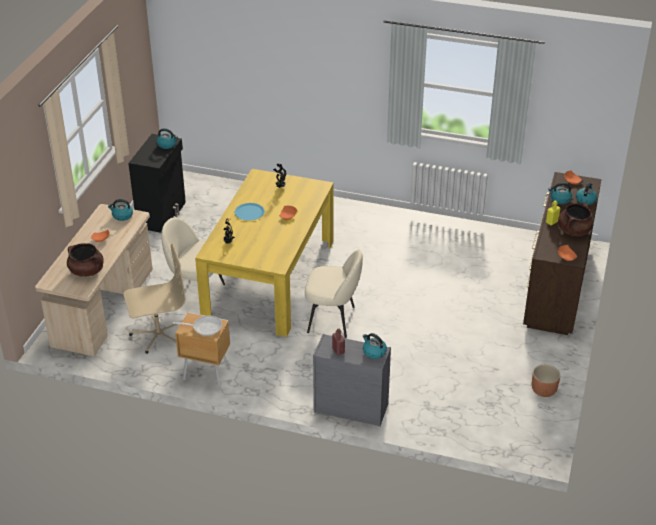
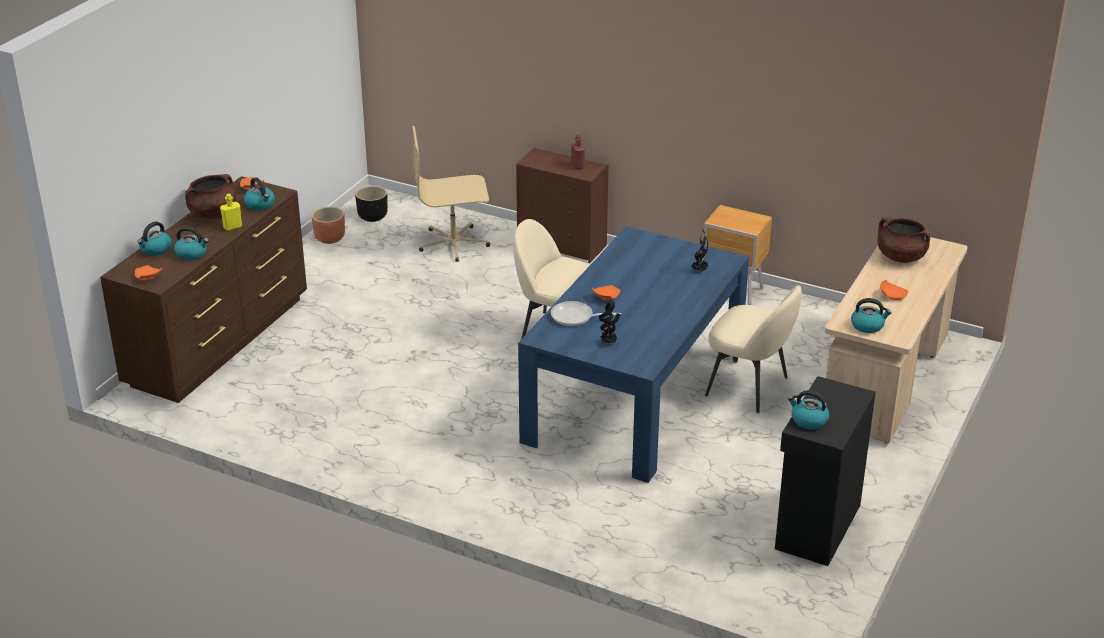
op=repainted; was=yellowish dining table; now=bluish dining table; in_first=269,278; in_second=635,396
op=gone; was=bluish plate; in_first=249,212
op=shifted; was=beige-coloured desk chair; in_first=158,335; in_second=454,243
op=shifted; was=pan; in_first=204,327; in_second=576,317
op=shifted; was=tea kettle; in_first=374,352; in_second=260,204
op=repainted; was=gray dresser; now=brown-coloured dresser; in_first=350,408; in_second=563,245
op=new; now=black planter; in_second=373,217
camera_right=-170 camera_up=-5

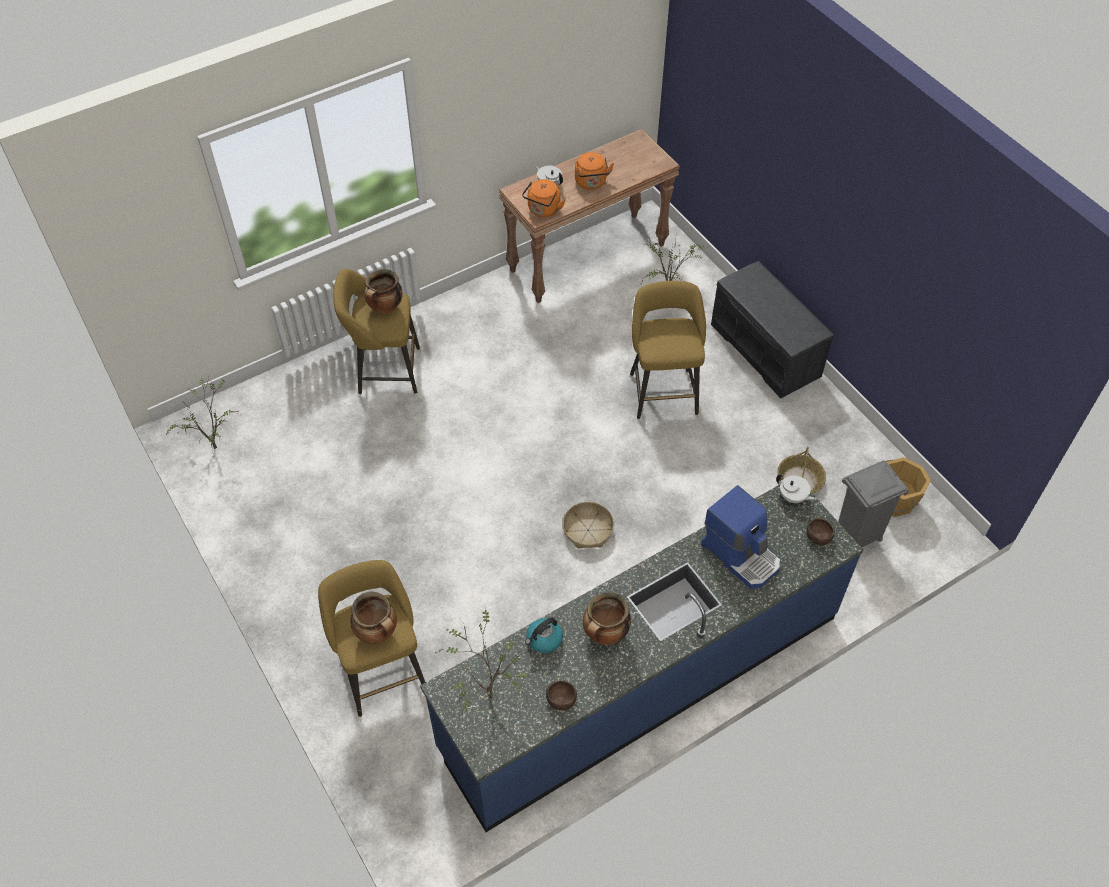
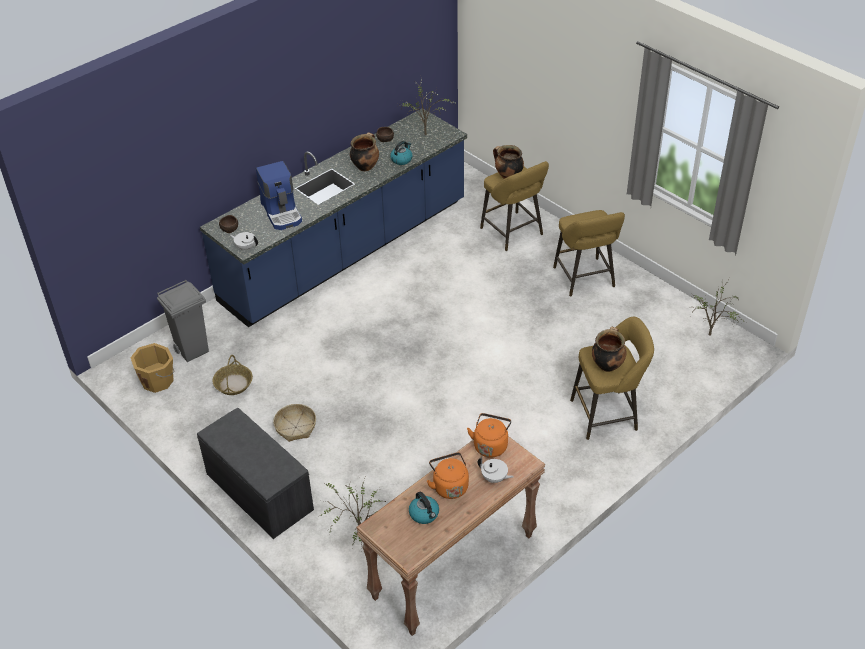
op=shifted; was=yellowish stool seat; in_first=662,390; in_second=585,279
op=rotated; was=coffee brewer; in_first=741,554; in_second=282,213; clockwise=-150
op=shifted; was=storage basket; in_first=588,530; in_second=295,427
op=new; now=tea kettle; in_second=424,514
camera_right=170 camera_up=-10

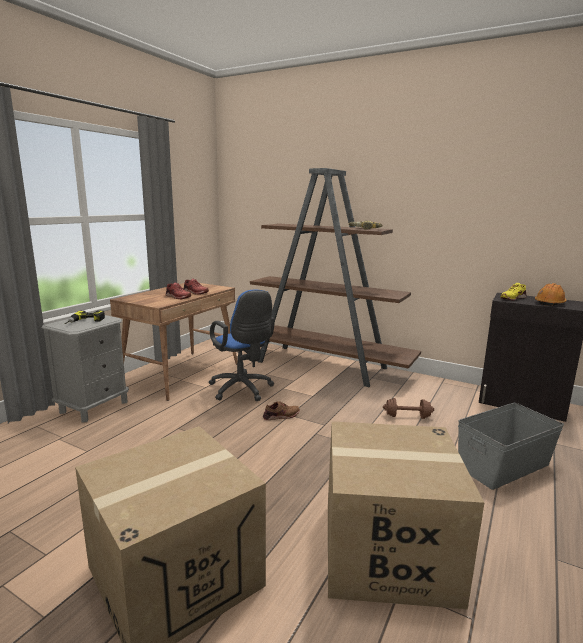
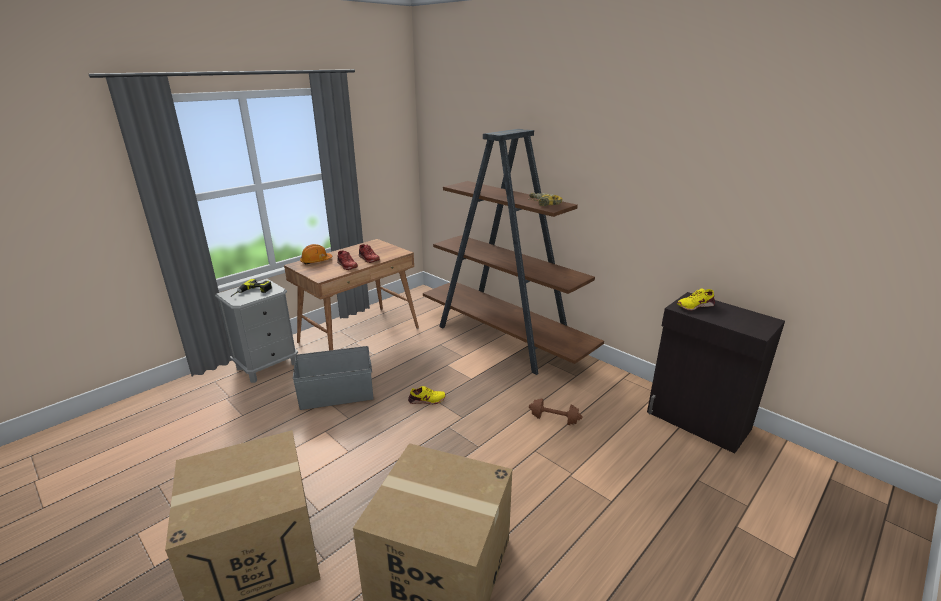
op=shifted; was=orangey safety helmet; in_first=550,303; in_second=316,261
op=gone; was=bluish desk chair; in_first=242,390
op=repainted; was=brown-coloured low shoe; now=yellowish low shoe; in_first=281,416; in_second=427,400
op=shifted; was=gray storage container; in_first=504,466; in_second=337,395
camera_right=15 camera_up=10

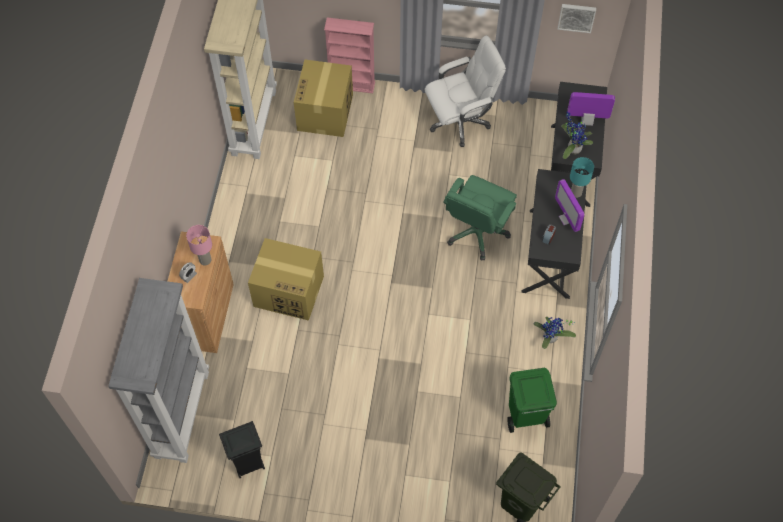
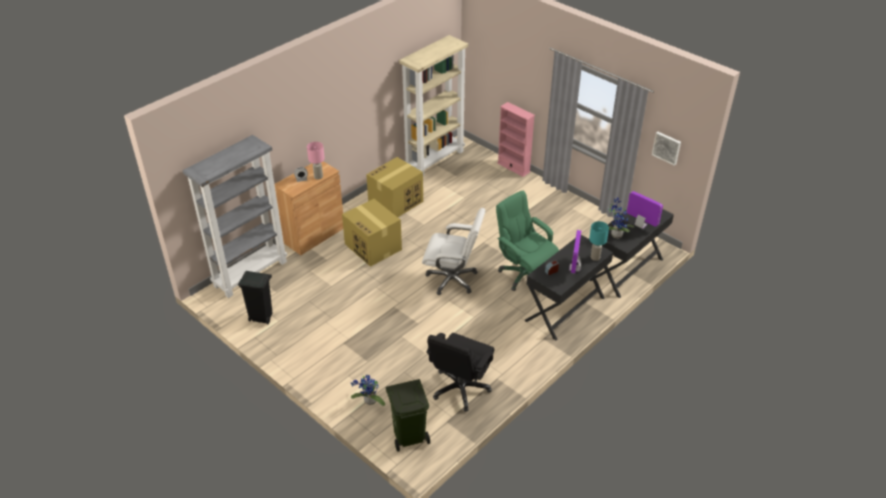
op=shifted; was=whitish desk chair; in_first=460,121; in_second=452,279
op=shifted; was=carton; in_first=325,113; in_second=395,203
op=rotated; was=greenish desk chair; in_first=477,232; in_second=524,274; clockwise=75
op=shifted; was=plant in a pot; in_first=550,339; in_second=369,401
op=swapped; was=greenish rubbish bin; now=black desk chair; in_first=525,416; in_second=460,388
camera_right=35 camera_up=-20

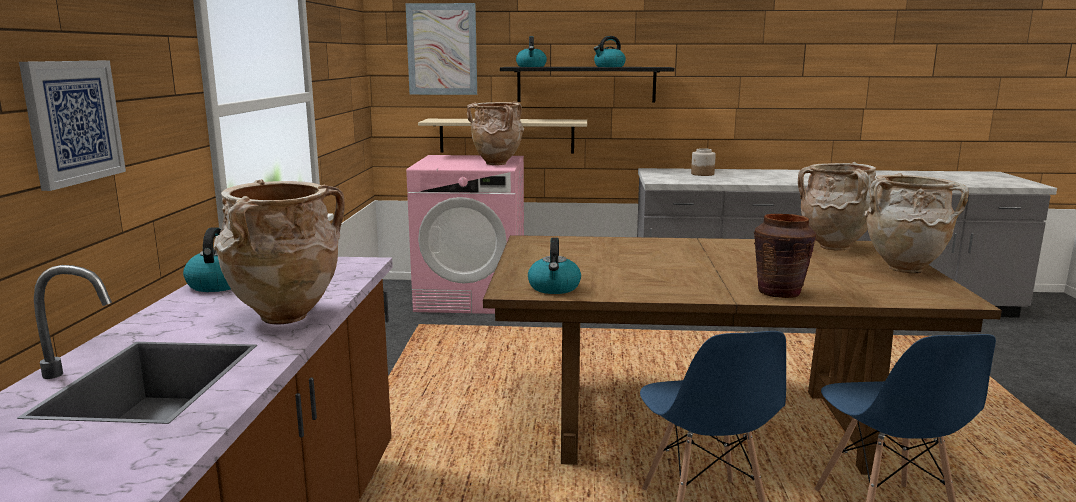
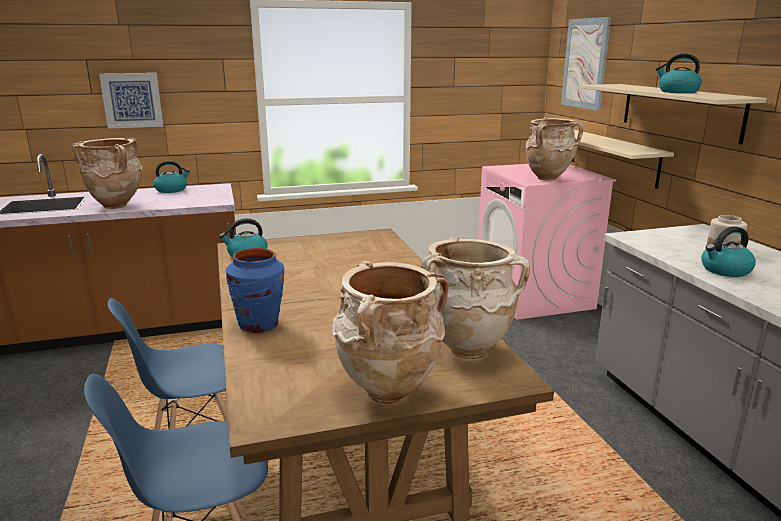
op=shifted; was=tea kettle; in_first=531,66; in_second=725,270
op=repainted; was=black shelf; now=beige-coloured shelf; in_first=586,84; in_second=679,111
op=repainted; was=brown-coloured vase; now=bluish vase; in_first=779,293; in_second=259,325
camera_right=70 camera_up=5

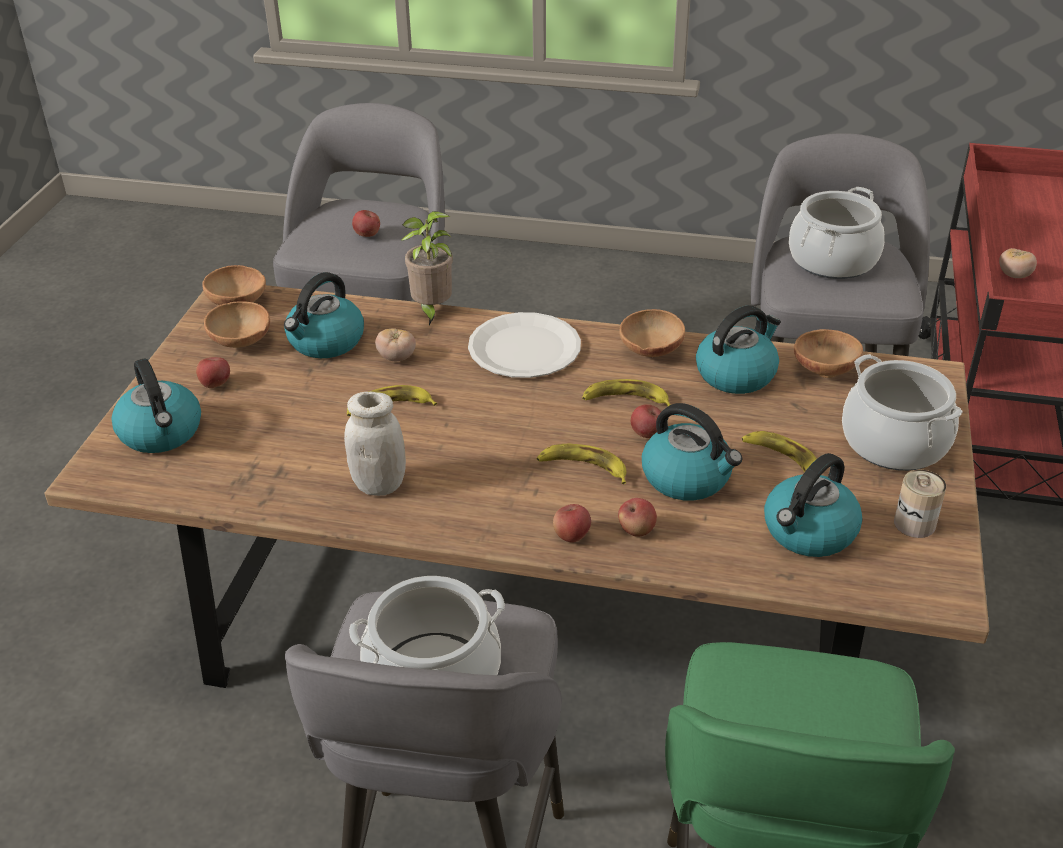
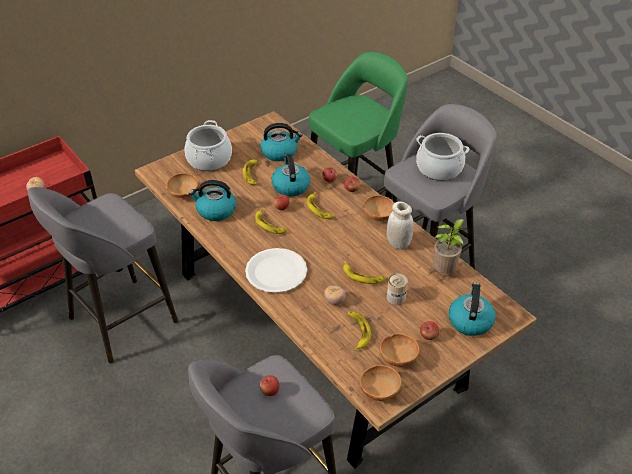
op=gone; was=saucepot; in_first=832,260
op=shifted; was=plant in a pot; in_first=431,311; in_second=445,271
op=swapped; was=tea kettle; now=banana fruit; in_first=325,342; in_second=357,331
op=shifted; was=brown-coloured bowl; in_first=649,351; in_second=379,216
op=shifted; was=sealed can; in_first=914,524; in_second=396,298
camera_right=-140 camera_up=5

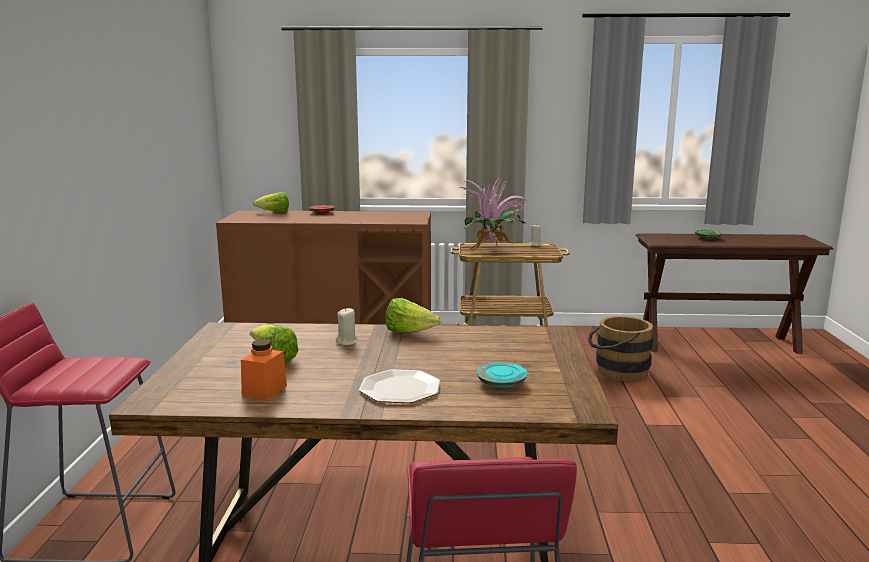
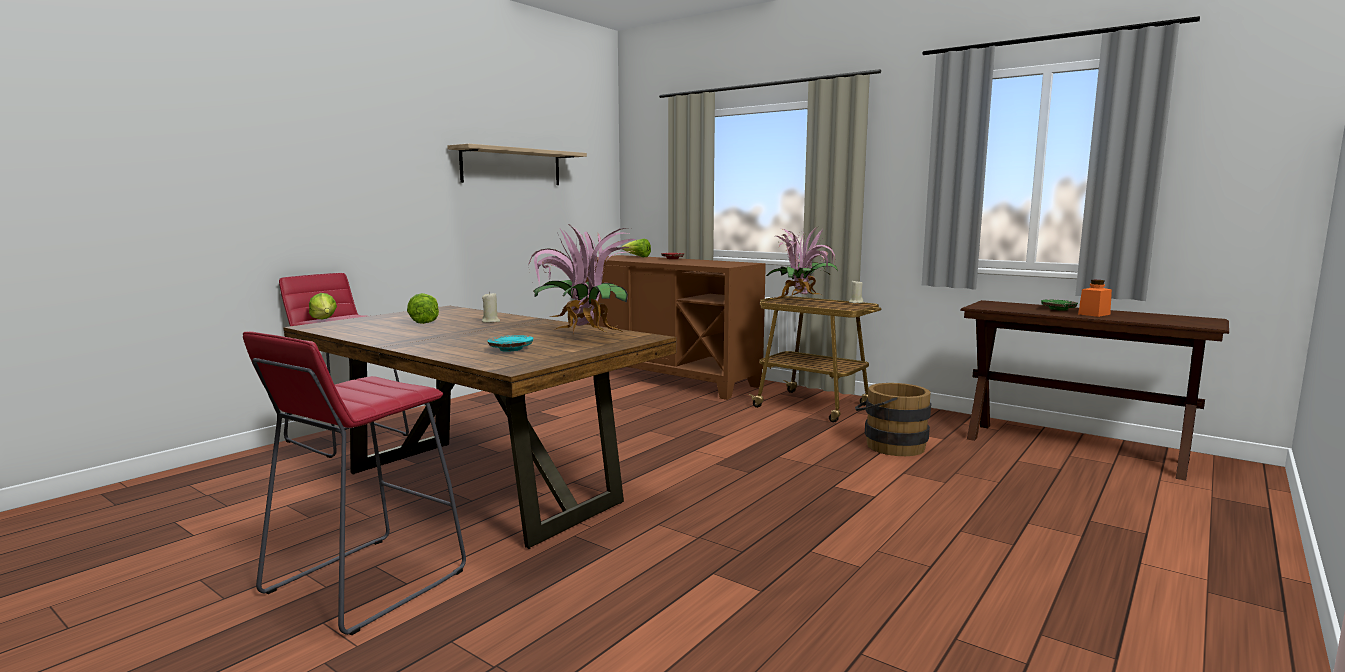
op=shifted; was=head of lettuce; in_first=409,332; in_second=324,320
op=shifted; was=orangey storage jar; in_first=264,390; in_second=1094,314
op=gone; was=plate; in_first=400,388
op=new; now=shelf; in_second=512,167
op=new; now=plant in a pot; in_second=583,337
camera_right=35 camera_up=-5

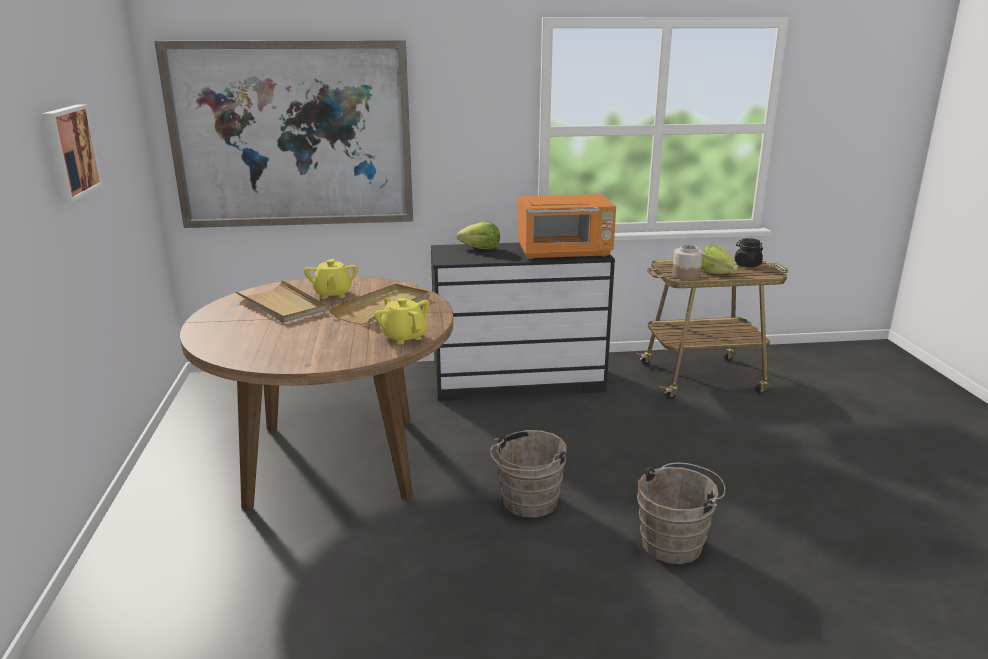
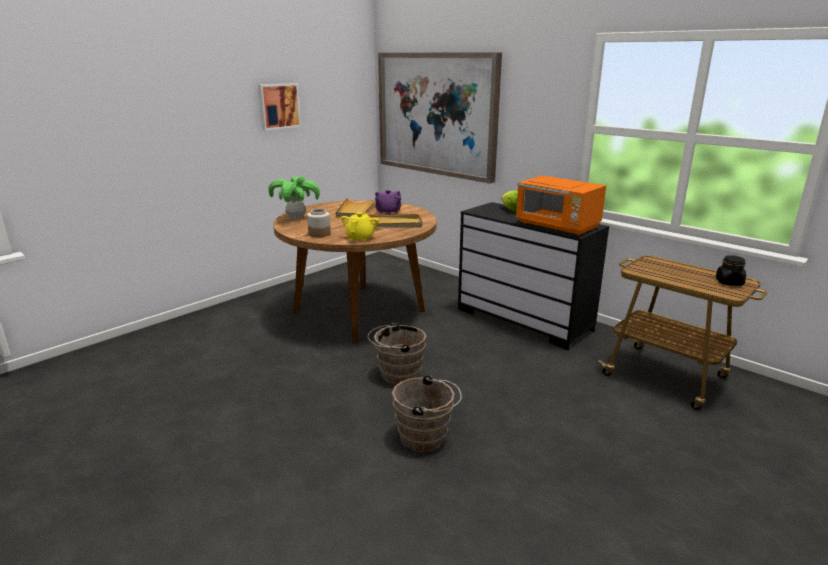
op=shifted; was=storage jar; in_first=686,275; in_second=319,234
op=gone; was=head of lettuce; in_first=715,273
op=repainted; was=yellowish pot for tea; now=purplish pot for tea; in_first=333,294; in_second=388,212
op=new; now=plant in a pot; in_second=296,218
camera_right=50 camera_up=0

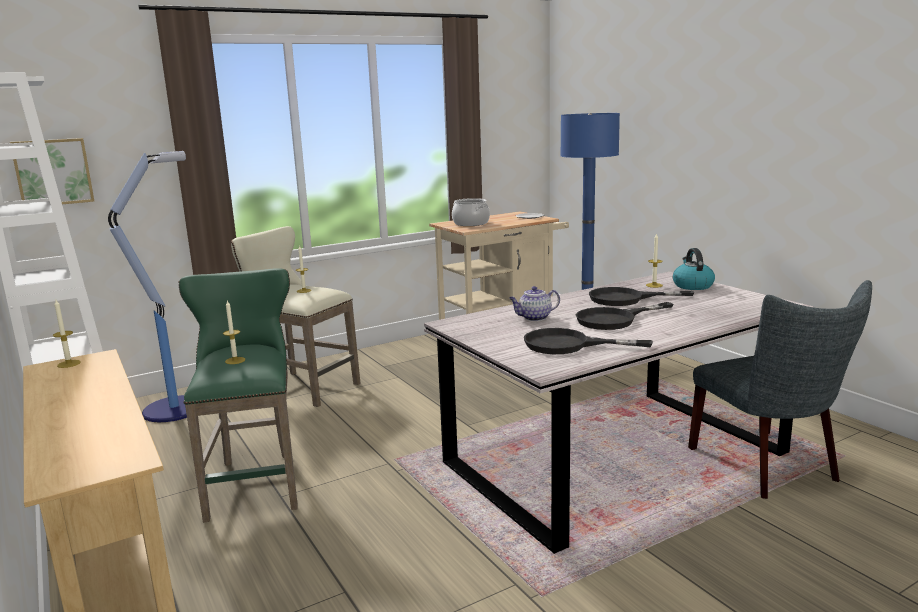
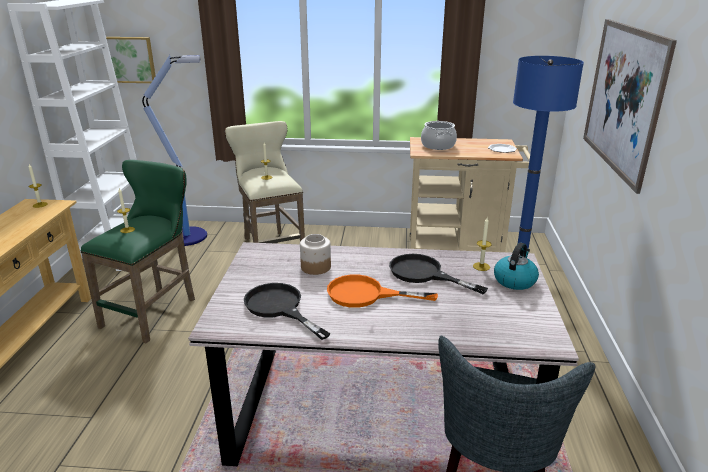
op=swapped; was=pot for tea; now=storage jar; in_first=534,318; in_second=315,267
op=repainted; was=black pan; now=orangey pan; in_first=614,319; in_second=365,294
op=new; now=wall art; in_second=622,98
camera_right=35 camera_up=10

